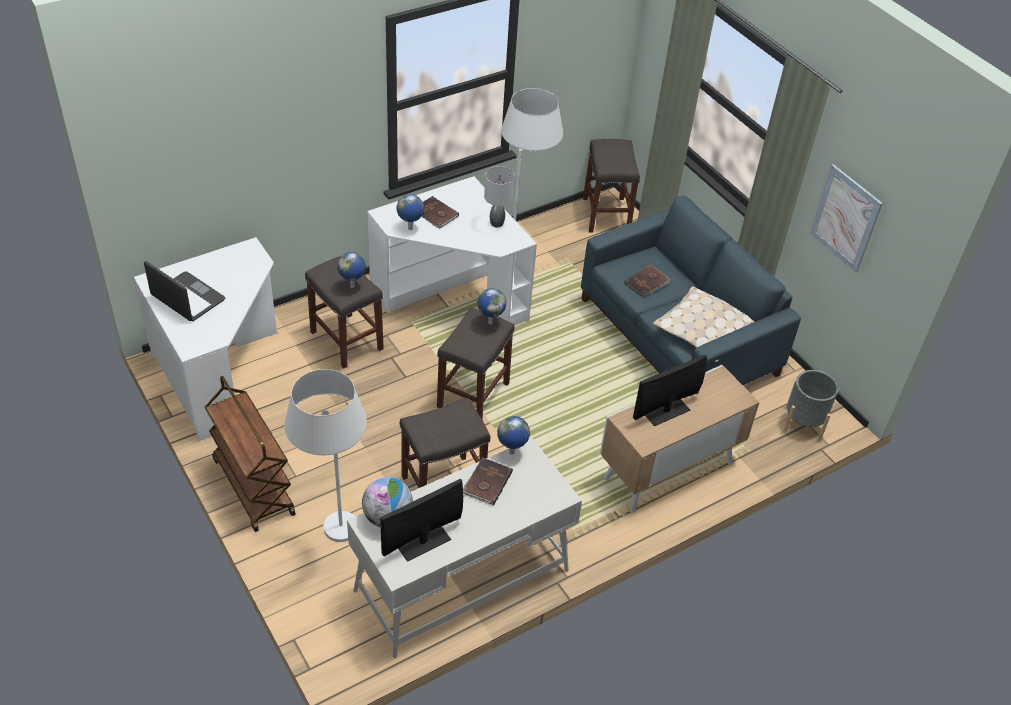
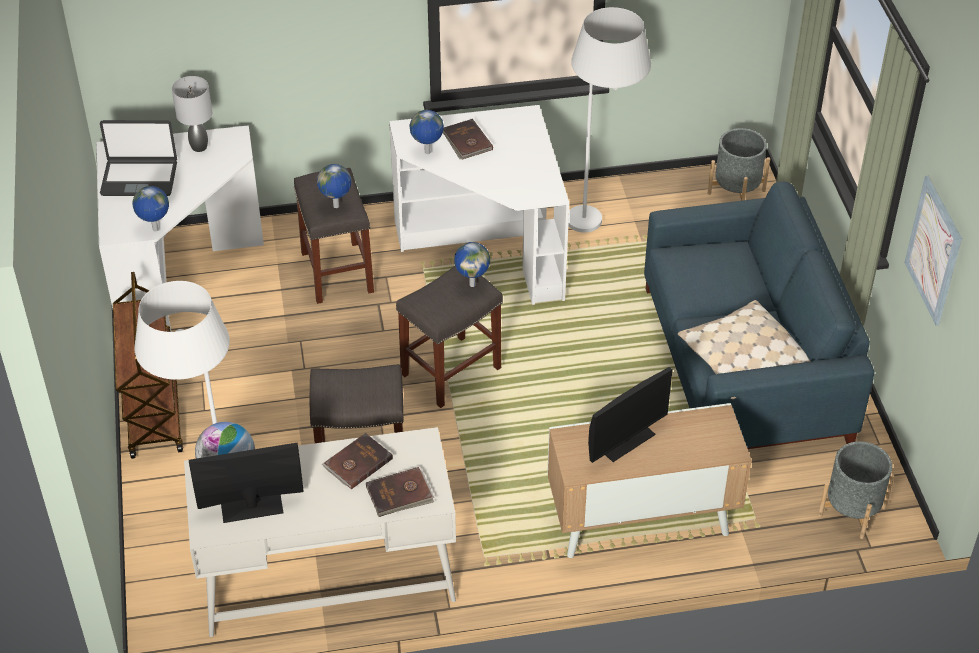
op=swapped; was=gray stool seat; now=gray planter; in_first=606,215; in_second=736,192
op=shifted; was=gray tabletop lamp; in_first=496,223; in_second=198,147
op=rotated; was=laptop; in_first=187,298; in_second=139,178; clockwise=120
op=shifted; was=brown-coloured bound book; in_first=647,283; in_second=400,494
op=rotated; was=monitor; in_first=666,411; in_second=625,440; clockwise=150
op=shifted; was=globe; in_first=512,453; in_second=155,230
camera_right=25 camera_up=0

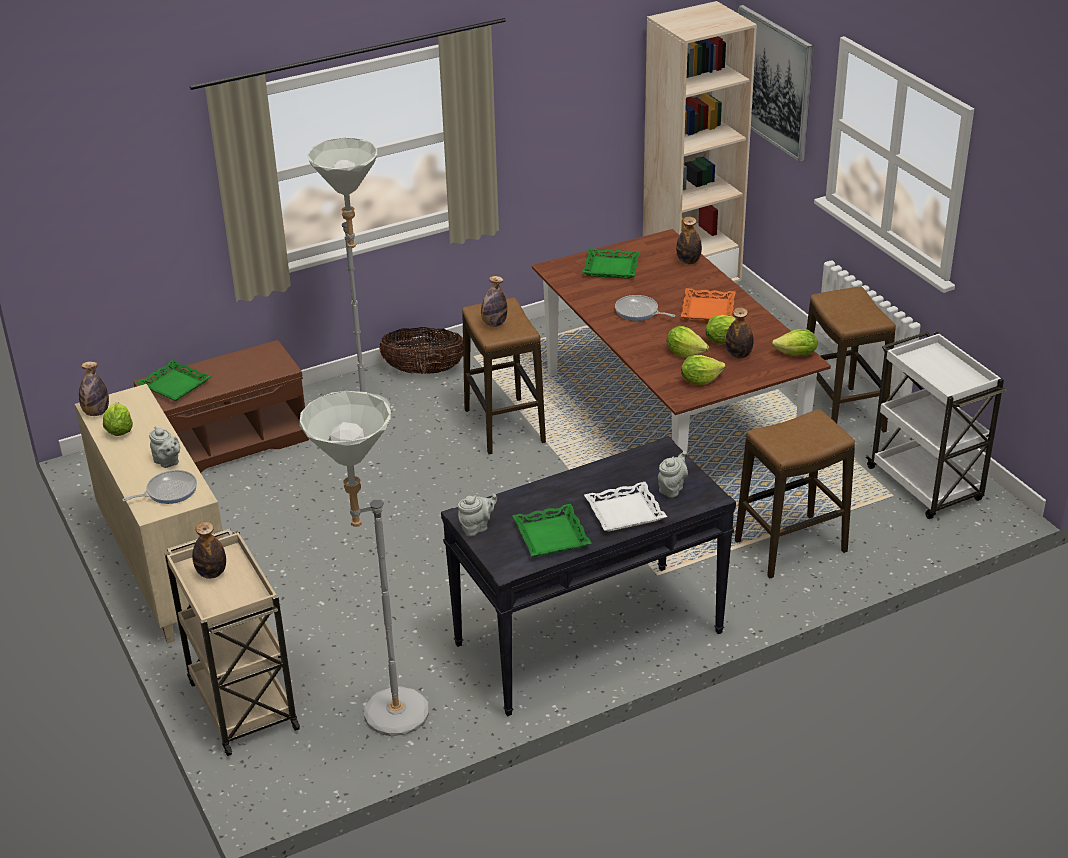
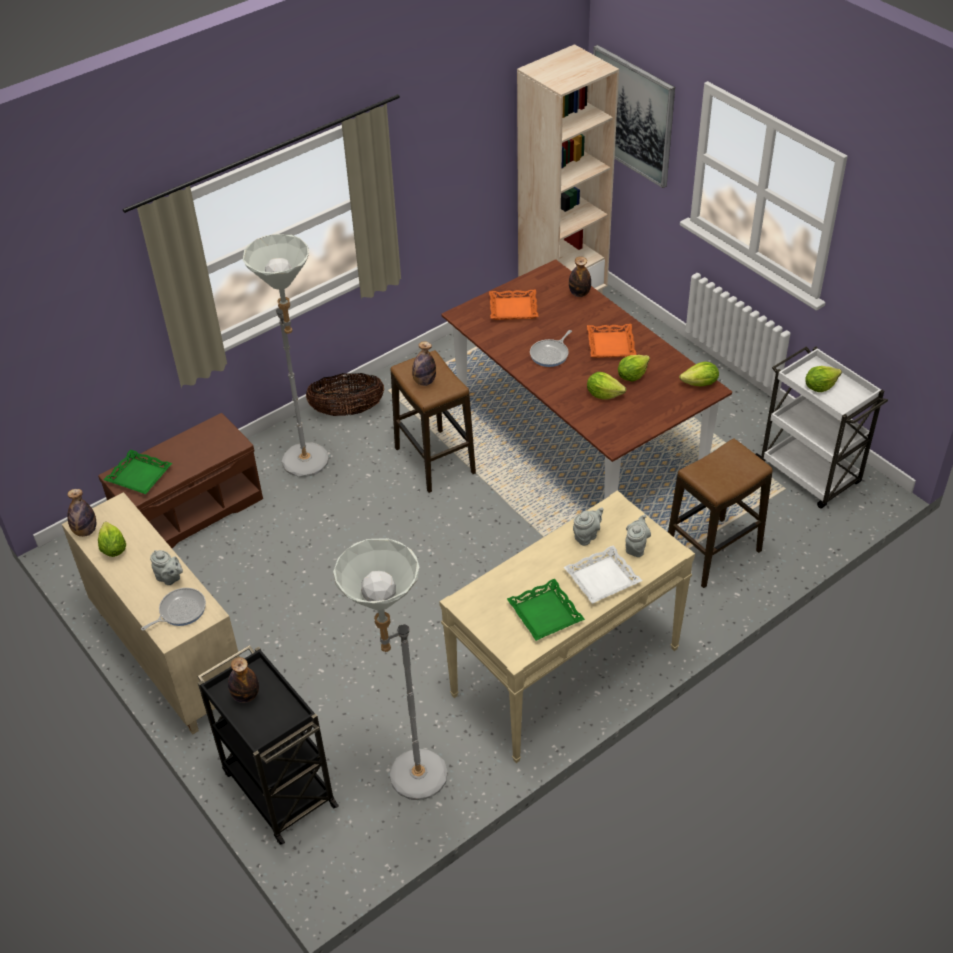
op=repainted; was=greenish carrying tray; now=orangey carrying tray; in_first=611,267; in_second=513,308
op=gone; was=stool seat; in_first=841,415
op=rotated; was=pan; in_first=638,312; in_second=551,354; clockwise=-75
op=gone; was=drink bottle; in_first=738,355
op=shifted; was=head of lettuce; in_first=700,380; in_second=820,386
op=repainted; was=black console table; now=beige-coloured console table; in_first=588,639; in_second=565,673
op=shifted; was=gray pot for tea; in_first=477,527; in_second=587,536
op=repainted; was=beige-coloured trolley; now=black trolley; in_first=242,703; in_second=278,787
camera_right=-10 camera_up=10

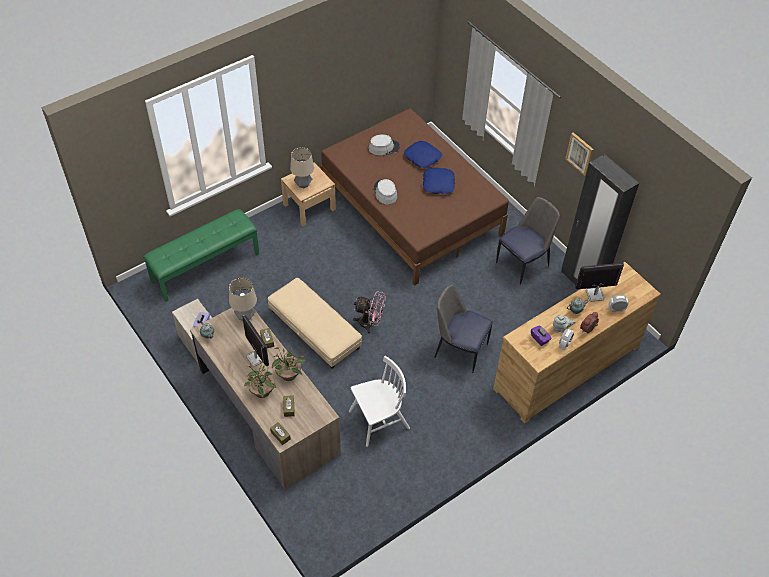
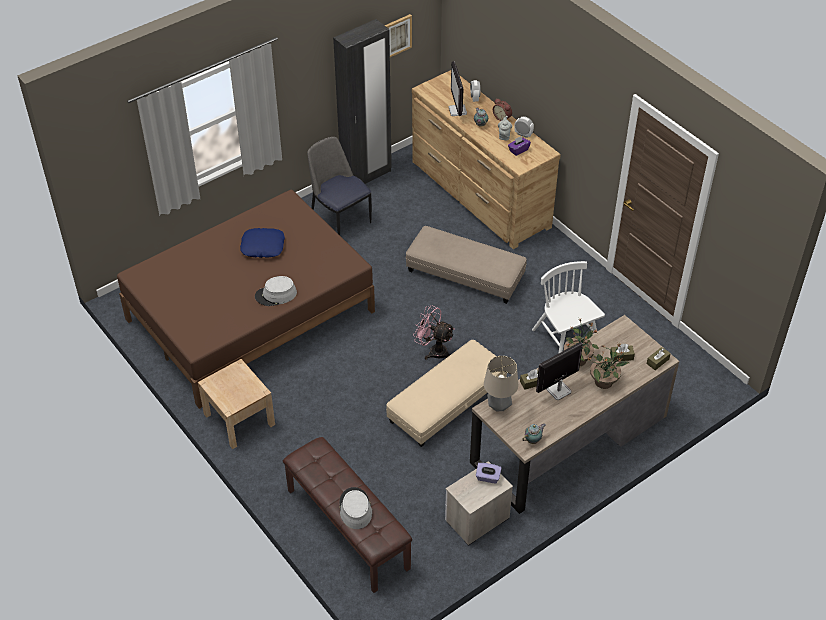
op=shifted; was=wall art; in_first=580,153; in_second=397,35
op=shifted; was=gray wearable hat; in_first=384,147; in_second=355,509
op=gone; was=bluish cushion; in_first=422,157
op=gone; was=tabletop lamp; in_first=303,185
op=repainted; was=greenish long seat; now=brown-coloured long seat; in_first=205,267; in_second=347,529
op=swapped; was=plain chair; now=beige-coloured pouffe; in_first=459,350; in_second=465,274
op=rotated; was=pink-coloured cooling fan; in_first=370,323; in_second=434,350; clockwise=-75
camera_right=-90 camera_up=-5

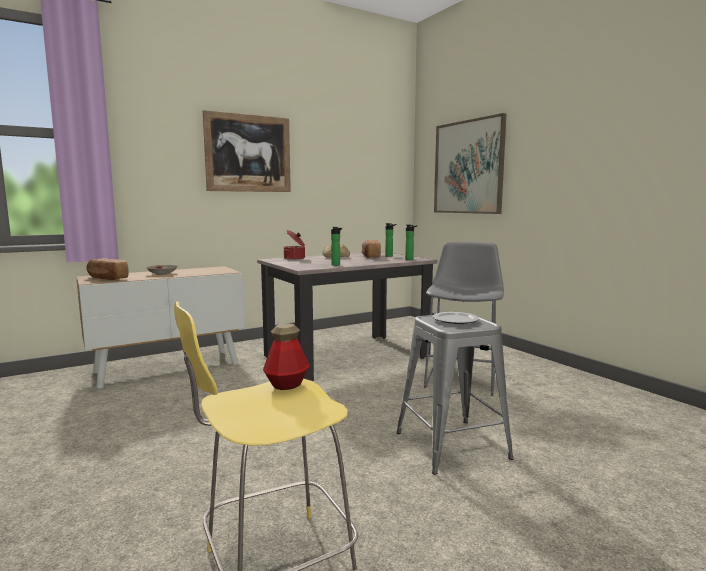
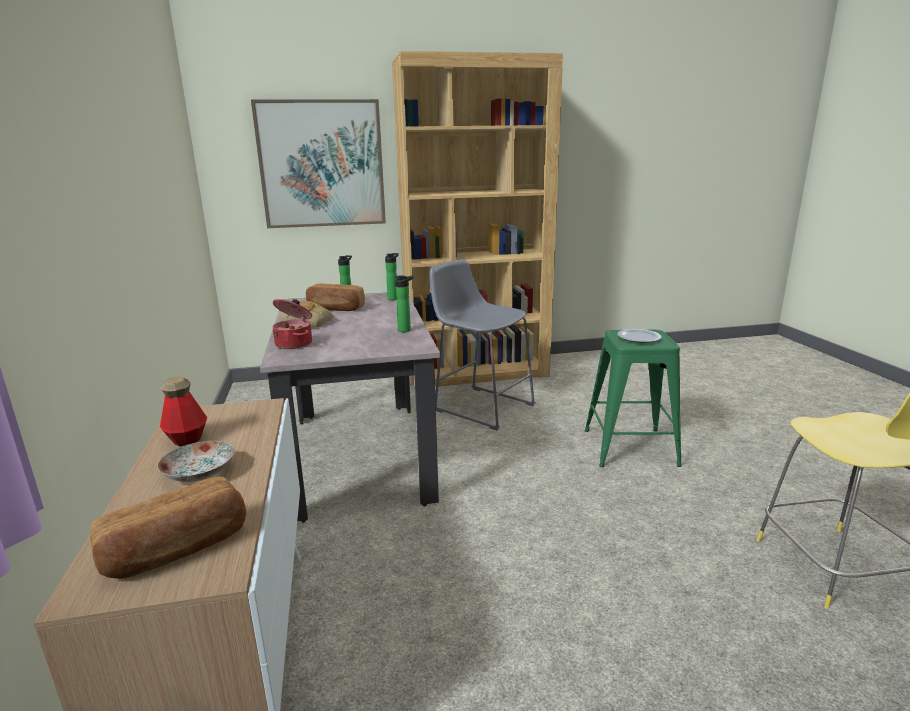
op=gone; was=wall art; in_first=248,153
op=repainted; was=gray stool seat; now=greenish stool seat; in_first=451,445; in_second=630,447
op=shifted; was=drink bottle; in_first=287,384; in_second=187,439
op=new; now=brown-coloured shelving unit; in_second=477,372
camera_right=-70 camera_up=10

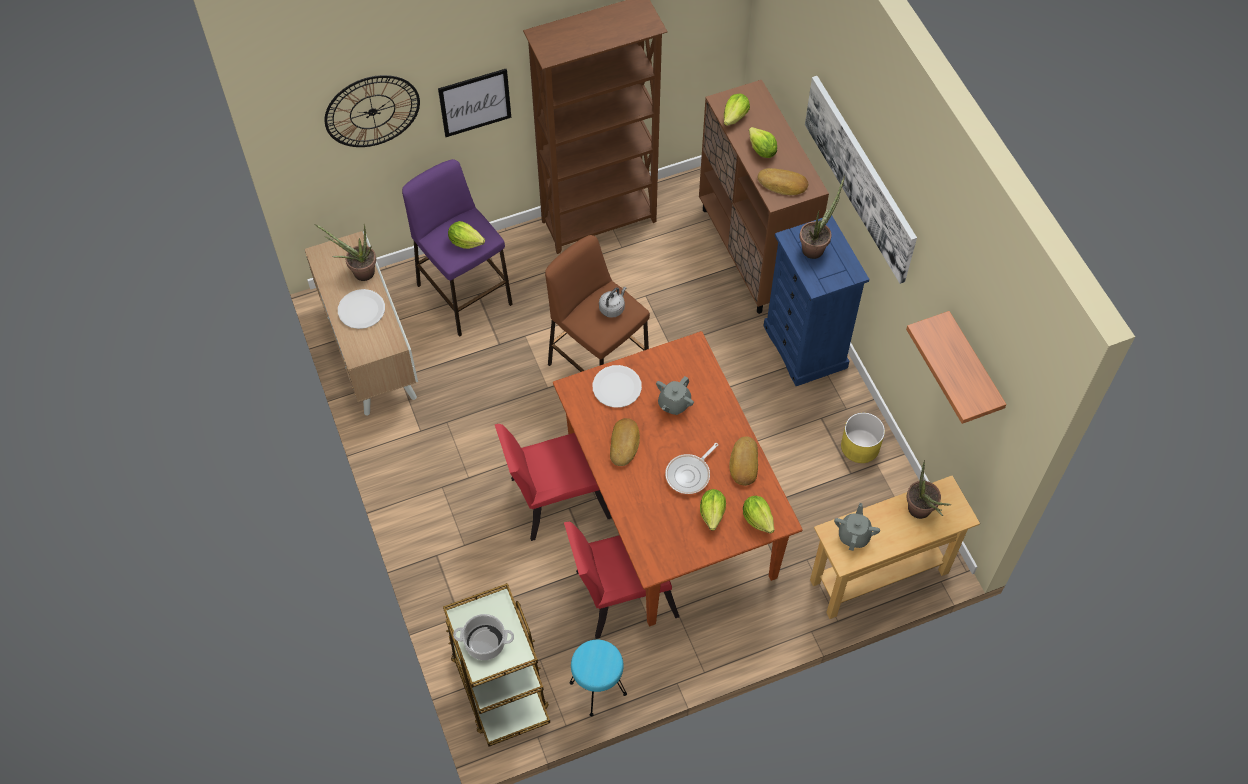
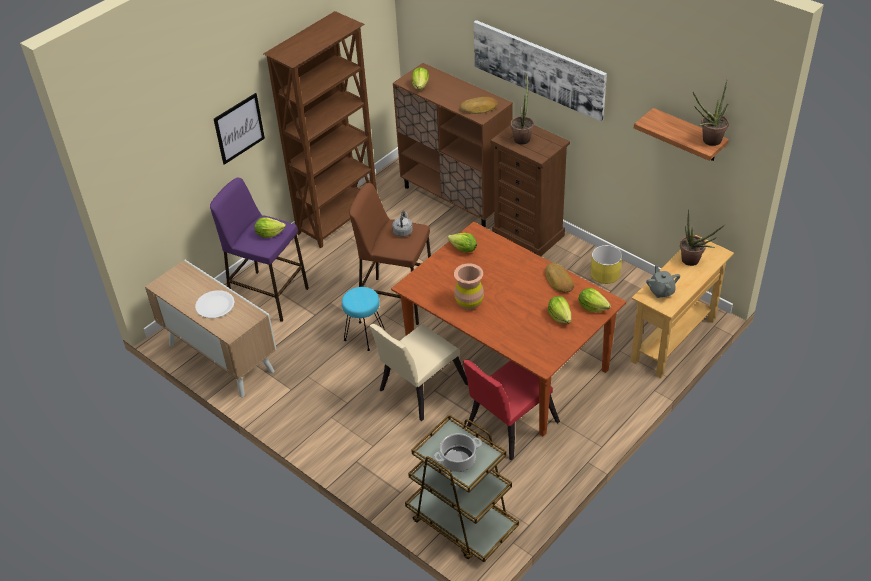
op=gone; was=wall clock; in_first=372,111
op=shifted; was=head of lettuce; in_first=761,151; in_second=463,249
op=repainted; was=bluish dresser; now=brown-coloured dresser; in_first=805,347; in_second=528,235
op=shifted; was=plant in a pot; in_first=359,272; in_second=708,141
op=gone; was=whitish plate; in_first=616,387
op=gone; was=gray pot for tea; in_first=674,404
op=swapped; was=bread; now=brown-coloured vase; in_first=625,444; in_second=469,302
op=repainted; was=reddish plain chair; now=beige-coloured plain chair; in_first=553,498; in_second=419,389
op=gone; was=pan; in_first=690,474
op=shifted; was=turquoise stool seat; in_first=598,689; in_second=365,336
camera_right=-25 camera_up=-15

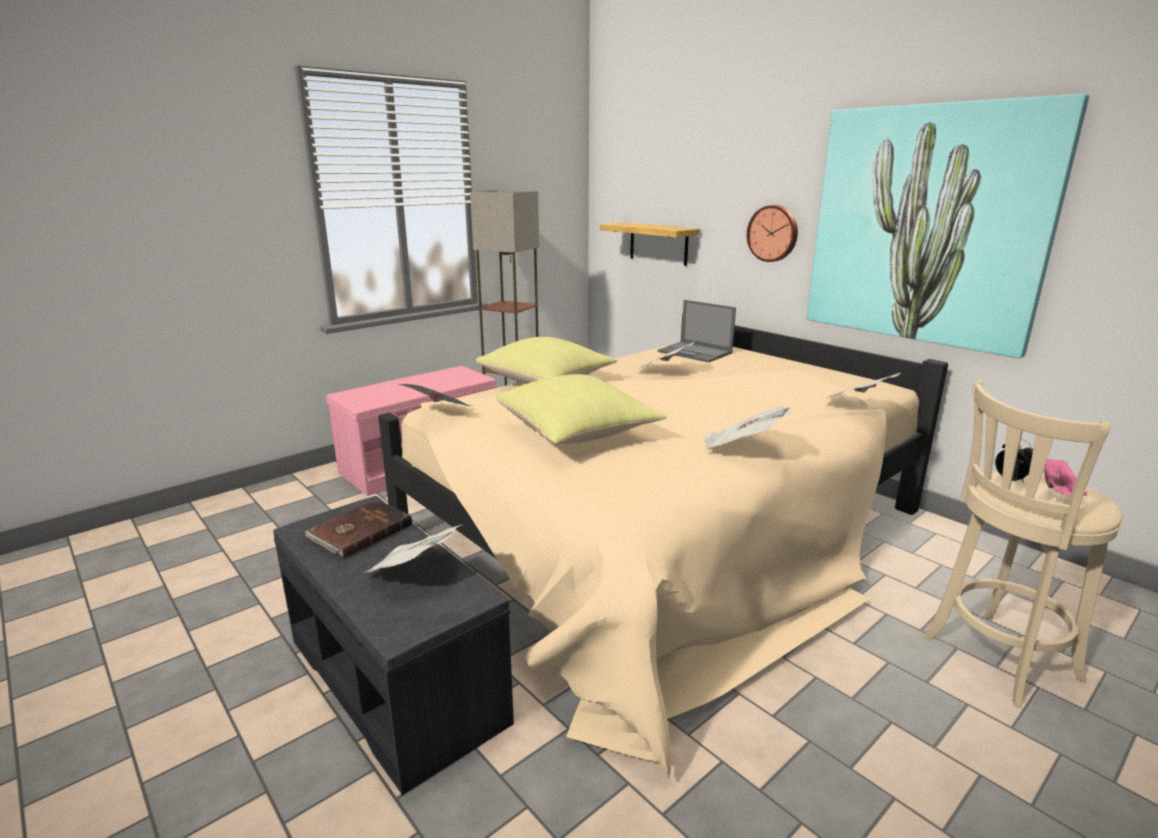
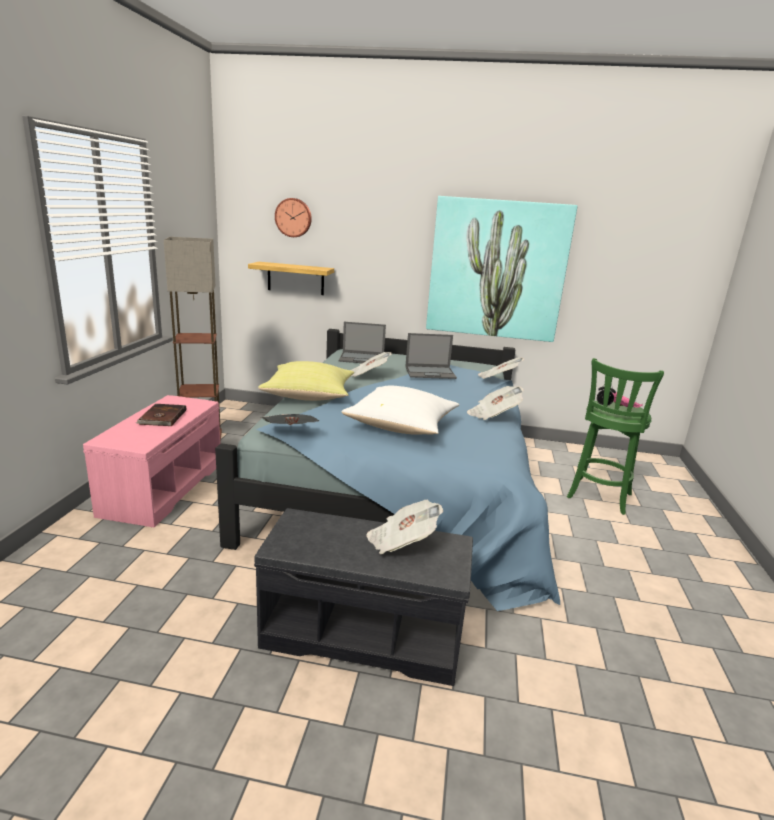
op=shifted; was=wall clock; in_first=773,233; in_second=293,217
op=repainted; was=beige-coloured bed; now=bluish bed; in_first=666,533; in_second=401,485
op=repainted; was=yellowish cushion; now=whitish cushion; in_first=578,434; in_second=402,427
op=repainted; was=beige-coloured stool seat; now=greenish stool seat; in_first=995,659; in_second=598,497
op=shifted; was=brown-coloured bound book; in_first=359,531; in_second=162,417
op=new; now=laptop; in_second=430,372
camera_right=-40 camera_up=0

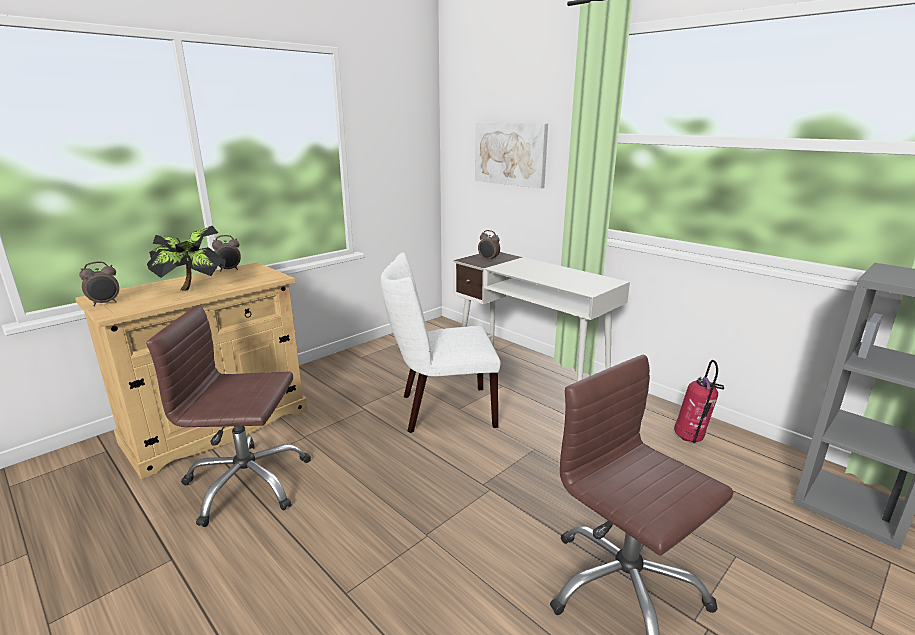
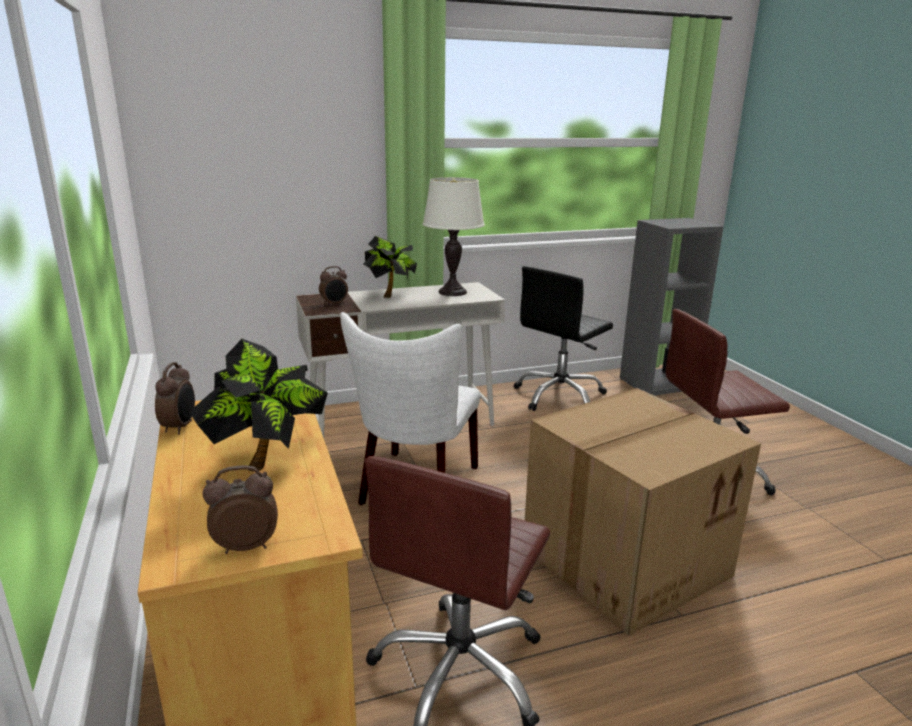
op=gone; was=wall art; in_first=510,154
op=rotated; was=alarm clock; in_first=105,303; in_second=246,546; clockwise=-90
op=swapped; was=fire-fighting cylinder; now=black desk chair; in_first=691,439; in_second=560,396
op=new; now=whitish tabletop lamp; in_second=452,292
op=new; now=plant in a pot; in_second=390,294
op=new; now=carton; in_second=625,559
camera_right=-65 camera_up=0

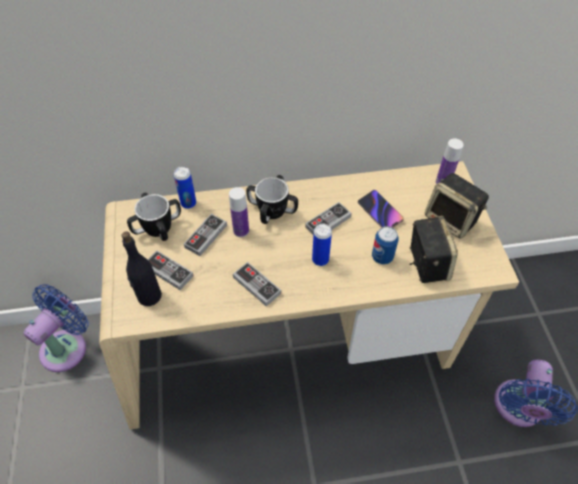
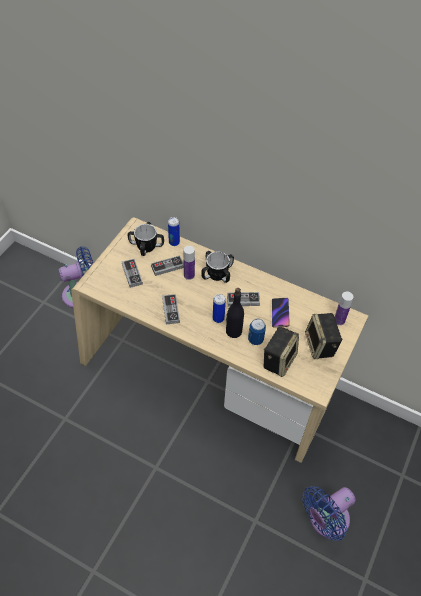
op=shifted; was=black drink bottle; in_first=149,296; in_second=233,331
camera_right=35 camera_up=0

